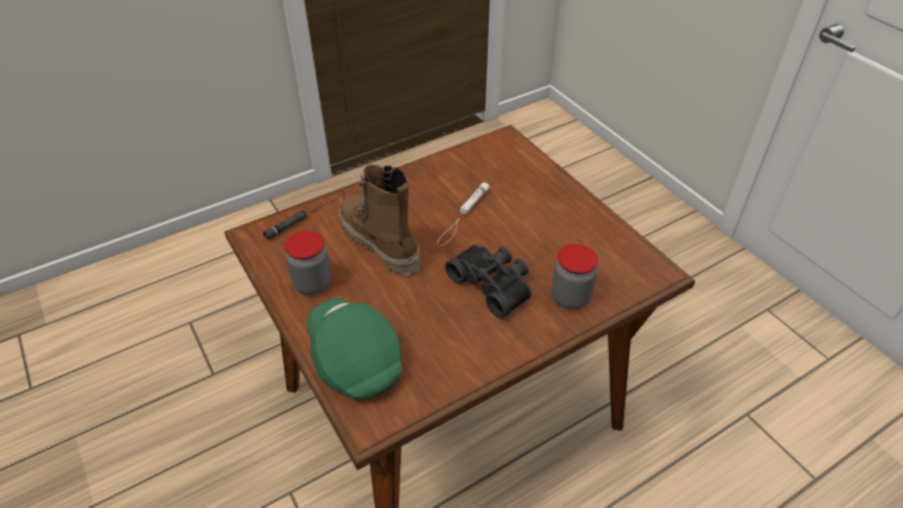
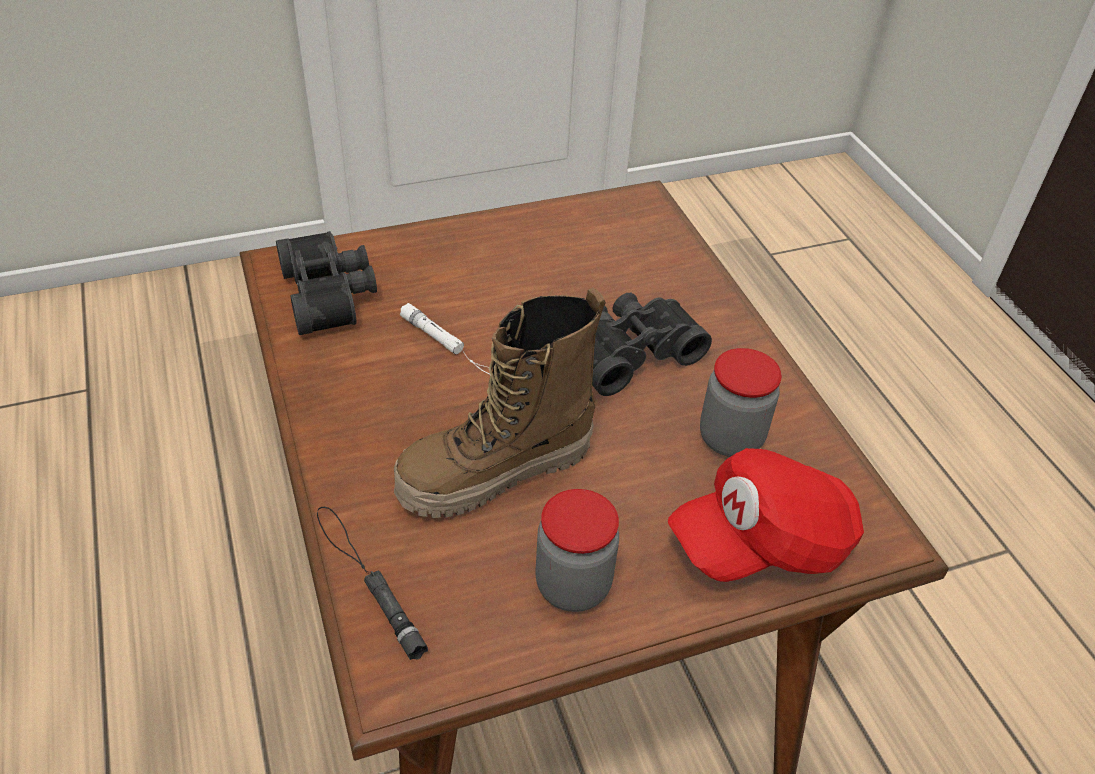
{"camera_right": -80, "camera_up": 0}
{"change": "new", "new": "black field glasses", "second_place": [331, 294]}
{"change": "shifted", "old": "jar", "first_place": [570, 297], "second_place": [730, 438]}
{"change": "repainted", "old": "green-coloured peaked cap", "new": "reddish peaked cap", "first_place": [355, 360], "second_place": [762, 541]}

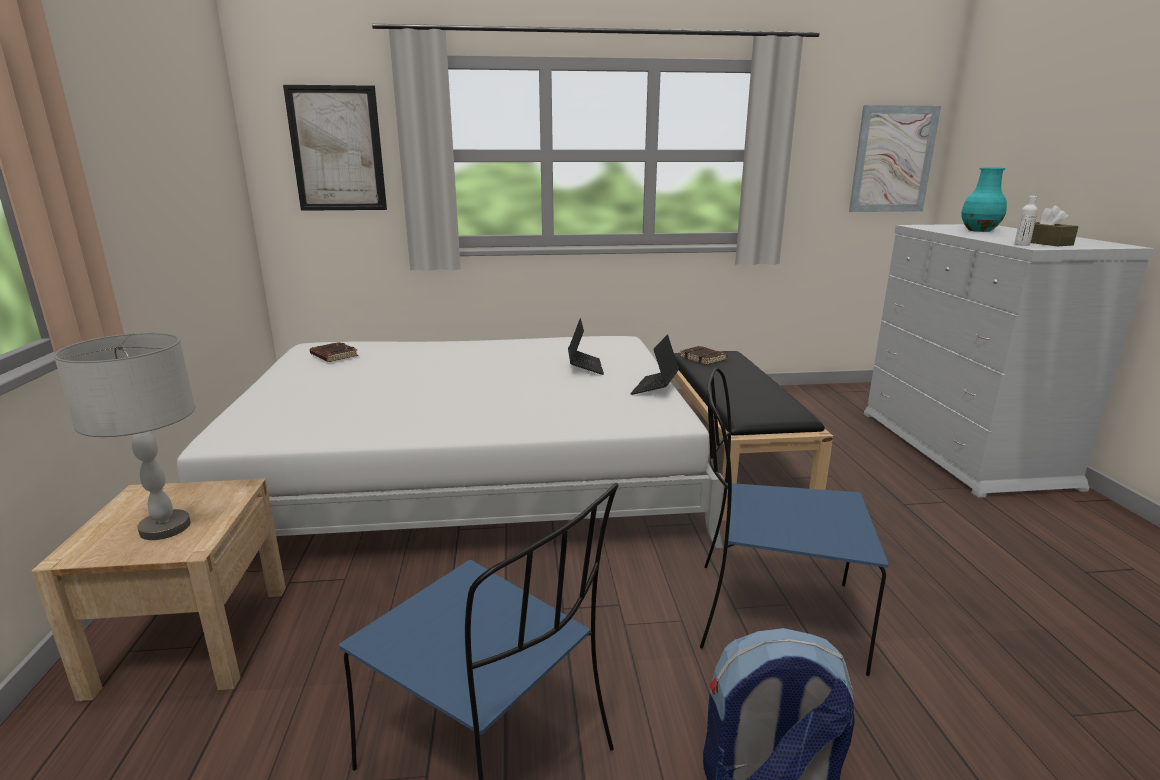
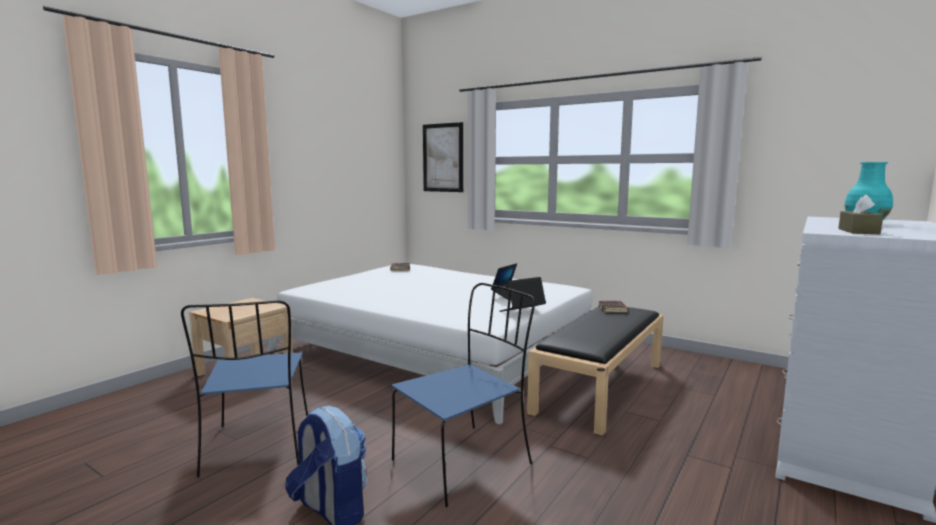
{"camera_right": 40, "camera_up": -10}
{"change": "gone", "old": "greyish lamp for a table", "first_place": [166, 528]}
{"change": "gone", "old": "wall picture", "first_place": [893, 160]}
{"change": "gone", "old": "white beverage bottle", "first_place": [1022, 244]}
{"change": "rotated", "old": "blue-coloured plain chair", "first_place": [771, 615], "second_place": [464, 461], "degrees": 90}

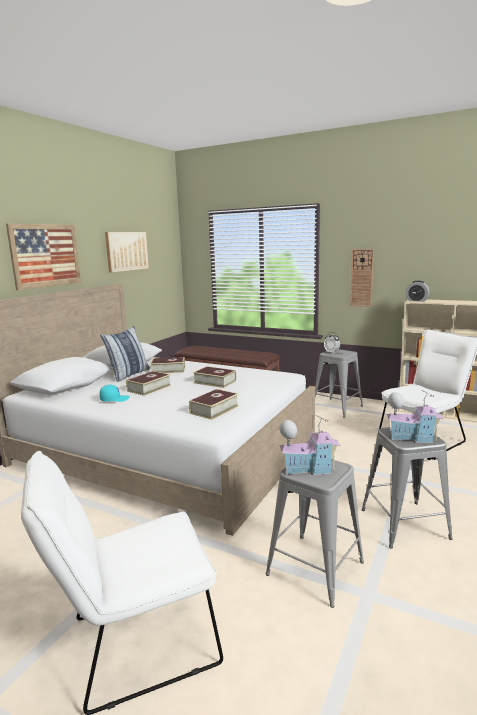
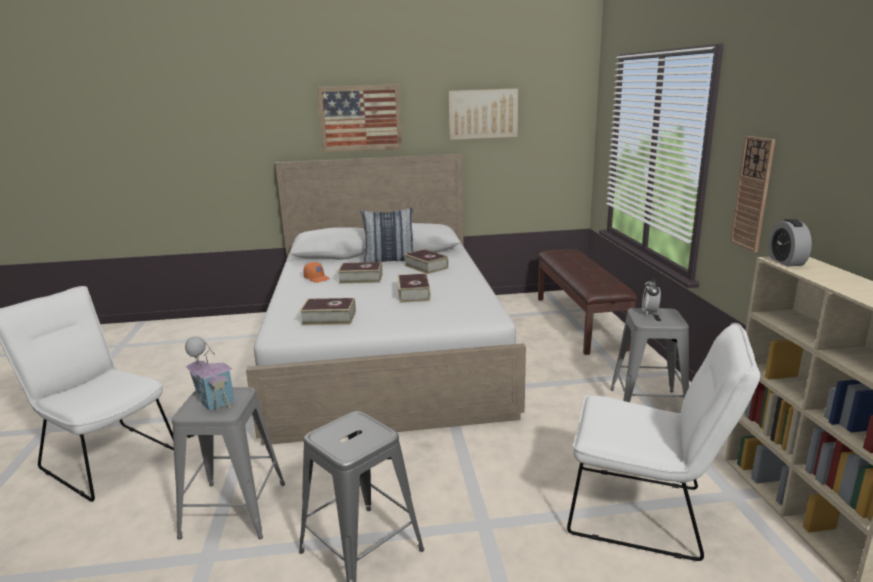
{"camera_right": 55, "camera_up": 5}
{"change": "gone", "old": "toy house", "first_place": [412, 437]}
{"change": "repainted", "old": "turquoise-coloured peaked cap", "new": "orange-coloured peaked cap", "first_place": [114, 399], "second_place": [317, 278]}

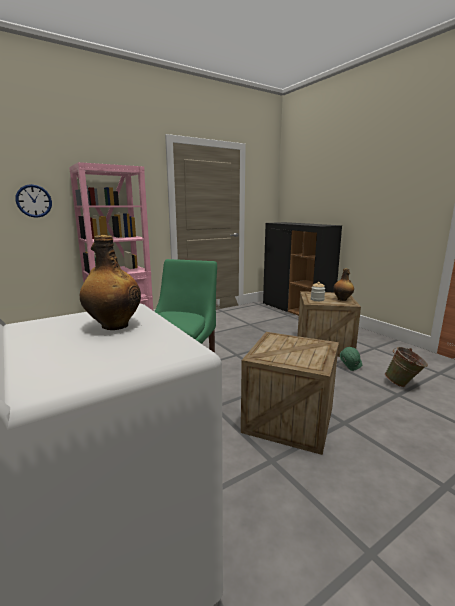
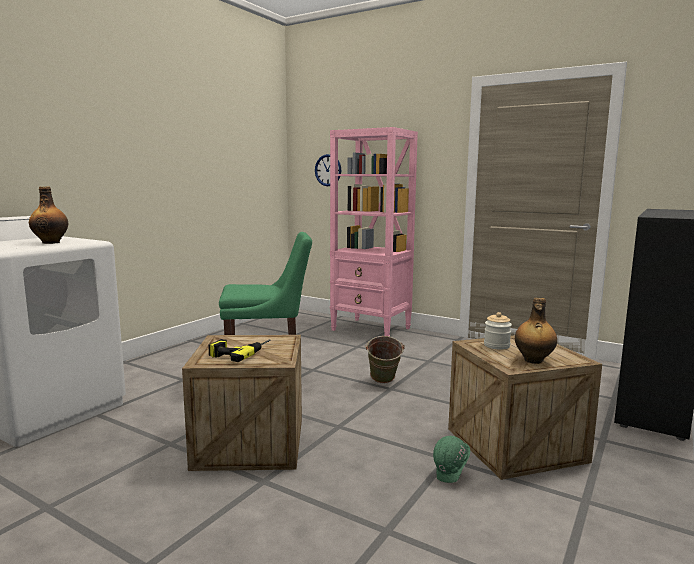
{"camera_right": 65, "camera_up": -5}
{"change": "new", "new": "drill", "second_place": [240, 352]}
{"change": "shifted", "old": "green-coloured water bucket", "first_place": [403, 385], "second_place": [383, 382]}

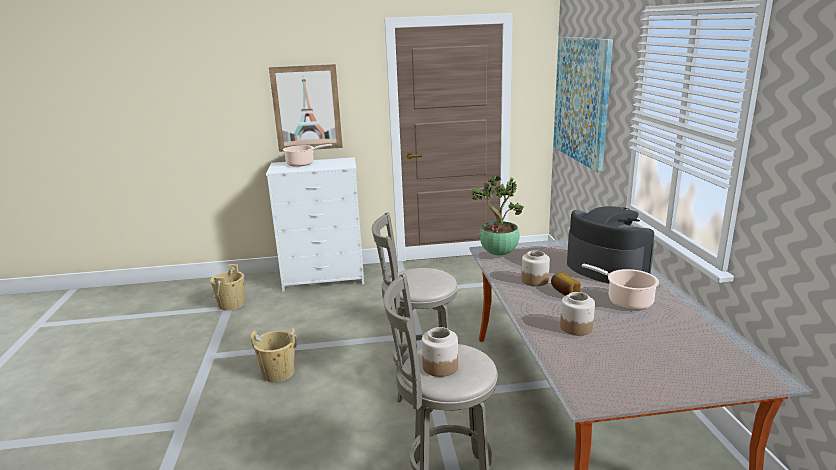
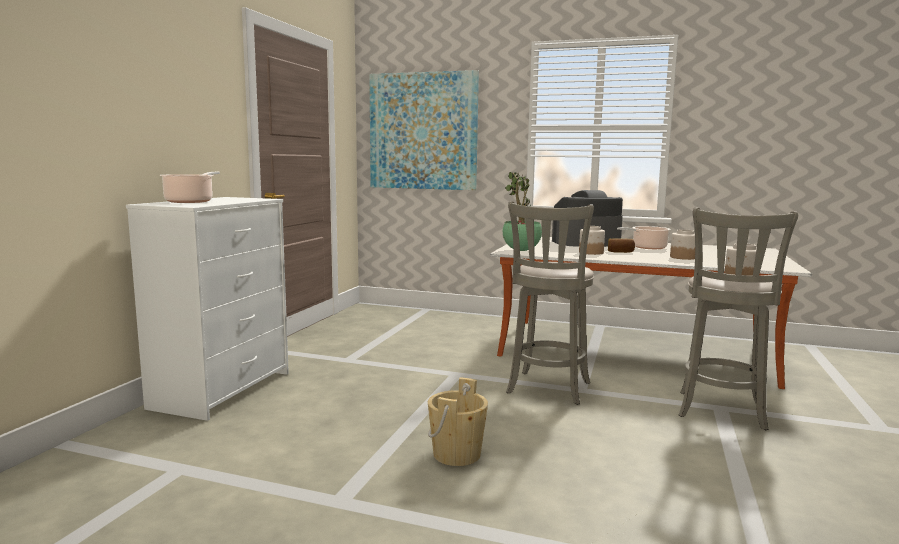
{"camera_right": -65, "camera_up": -10}
{"change": "gone", "old": "beige water bucket", "first_place": [231, 304]}
{"change": "gone", "old": "wall picture", "first_place": [306, 108]}

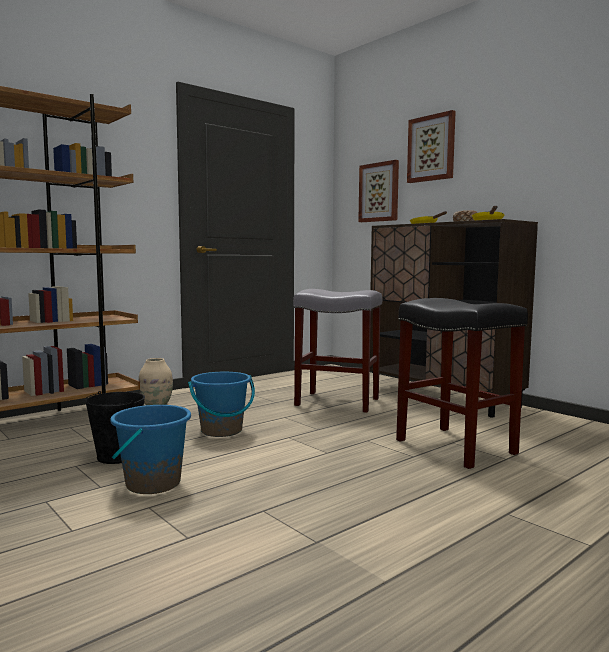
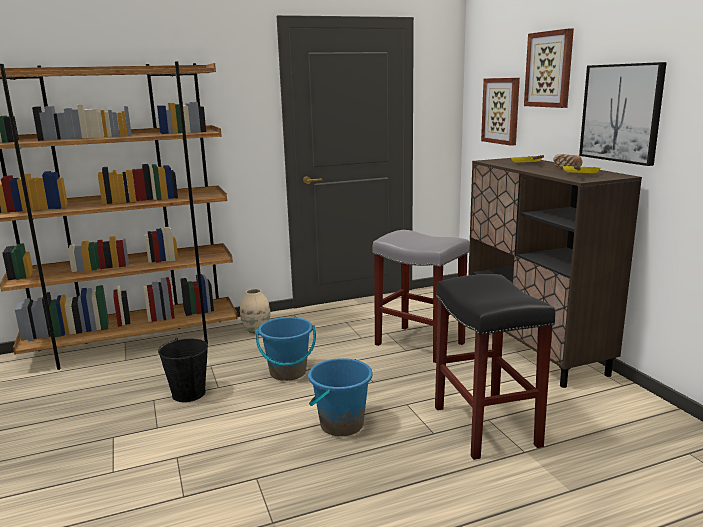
{"camera_right": 20, "camera_up": 10}
{"change": "new", "new": "wall picture", "second_place": [621, 113]}
{"change": "shifted", "old": "blue-coloured water bucket", "first_place": [152, 483], "second_place": [341, 424]}

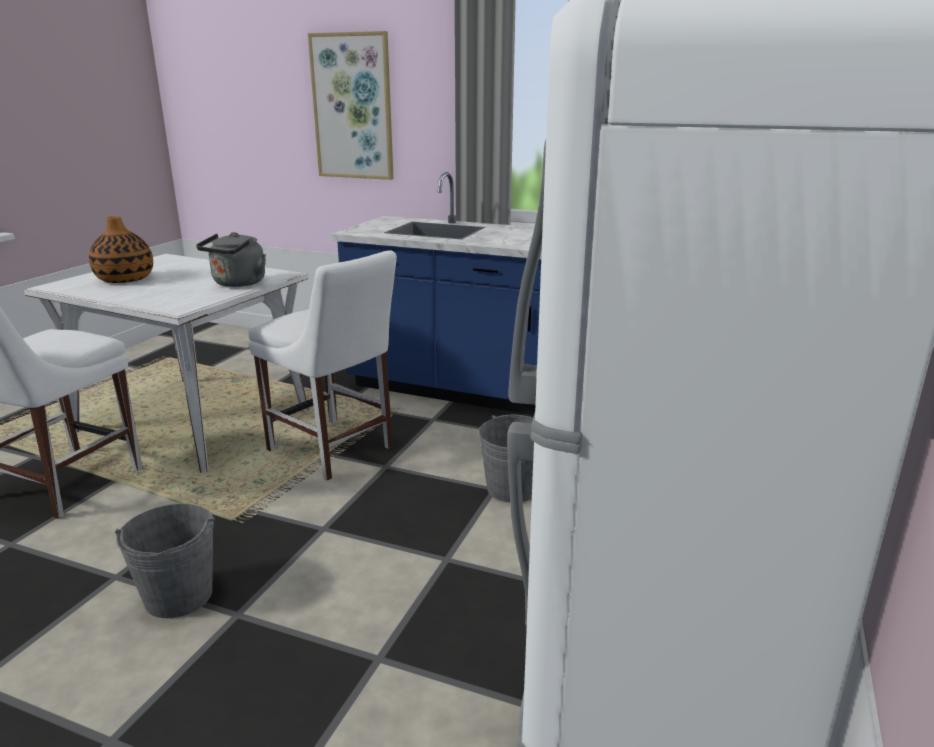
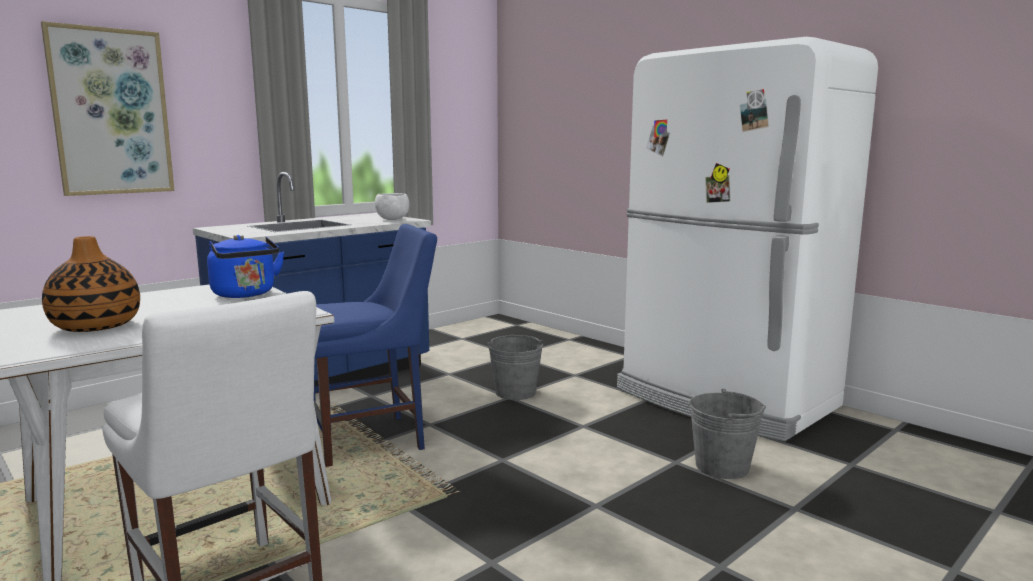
{"camera_right": -65, "camera_up": -10}
{"change": "new", "new": "white serving bowl", "second_place": [392, 219]}
{"change": "shifted", "old": "greyish water bucket", "first_place": [178, 596], "second_place": [722, 466]}
{"change": "repainted", "old": "greyish tea kettle", "new": "blue-coloured tea kettle", "first_place": [237, 283], "second_place": [246, 294]}
{"change": "repainted", "old": "white plain chair", "new": "blue-coloured plain chair", "first_place": [334, 451], "second_place": [373, 439]}

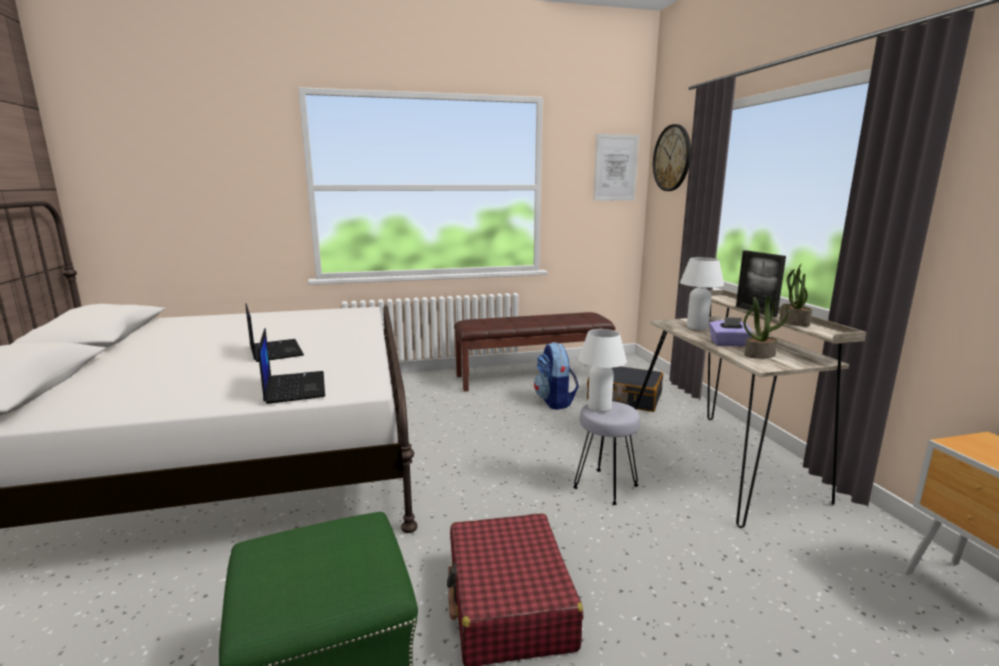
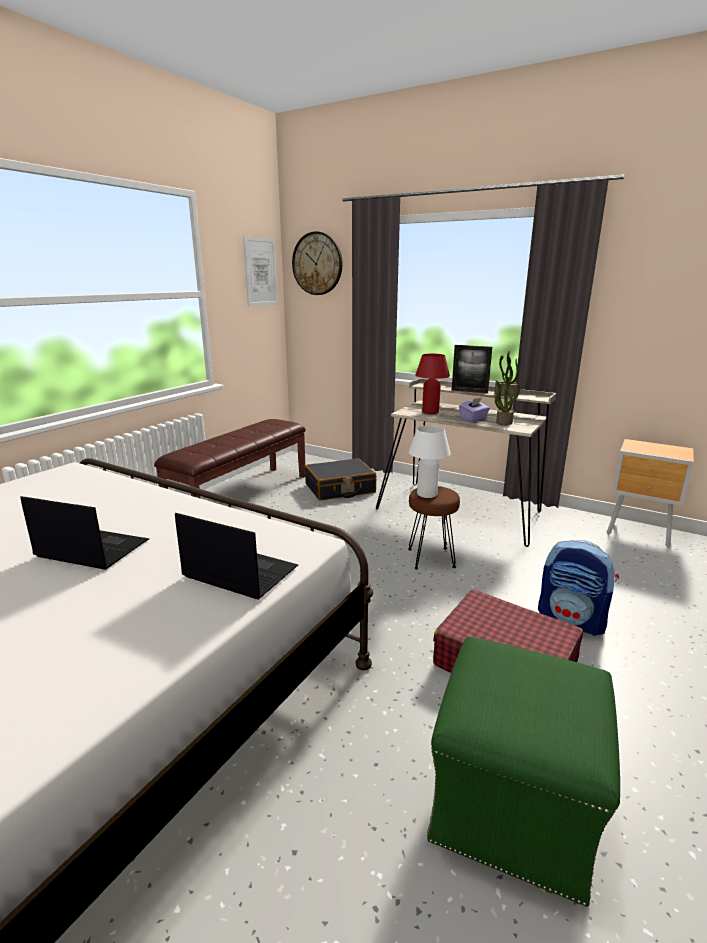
{"camera_right": -45, "camera_up": 5}
{"change": "shifted", "old": "backpack", "first_place": [555, 401], "second_place": [572, 620]}
{"change": "repainted", "old": "greyish sitting stool", "new": "brownish sitting stool", "first_place": [605, 486], "second_place": [430, 558]}
{"change": "repainted", "old": "white lamp for a table", "new": "reddish lamp for a table", "first_place": [697, 327], "second_place": [430, 412]}

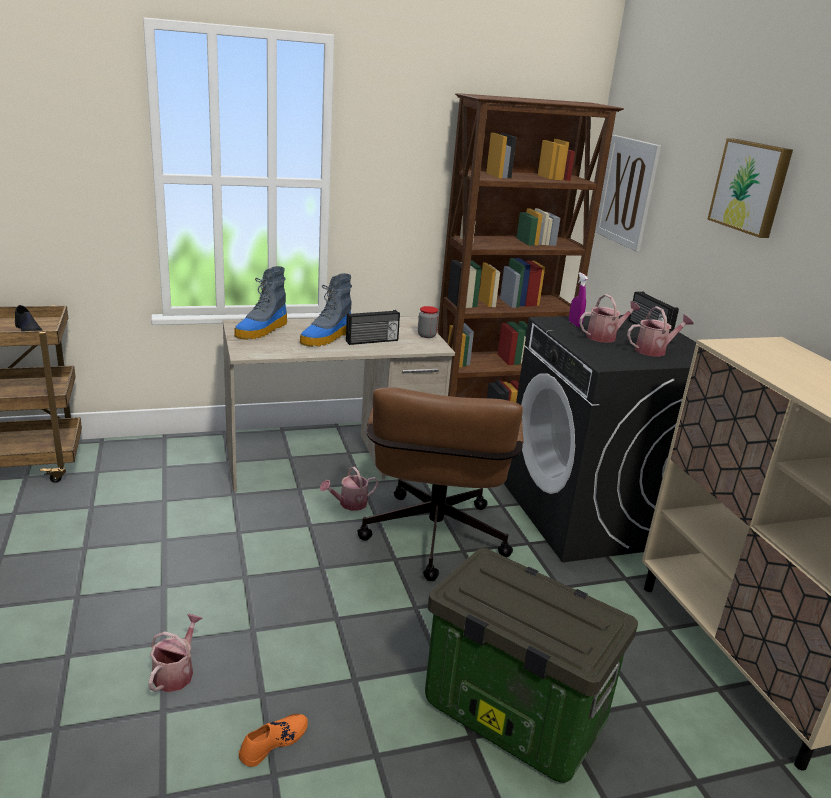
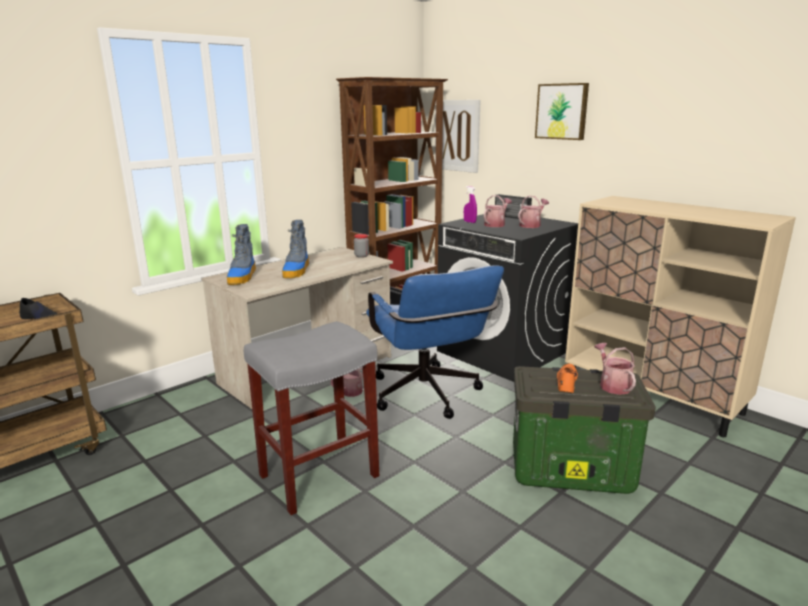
{"camera_right": -25, "camera_up": -5}
{"change": "gone", "old": "radio set", "first_place": [372, 341]}
{"change": "new", "new": "greyish sitting stool", "second_place": [320, 475]}
{"change": "shifted", "old": "watering pot", "first_place": [176, 672], "second_place": [612, 385]}
{"change": "shifted", "old": "orange-coloured item of footwear", "first_place": [273, 742], "second_place": [566, 382]}
{"change": "repainted", "old": "brownish computer chair", "new": "blue-coloured computer chair", "first_place": [433, 543], "second_place": [428, 397]}

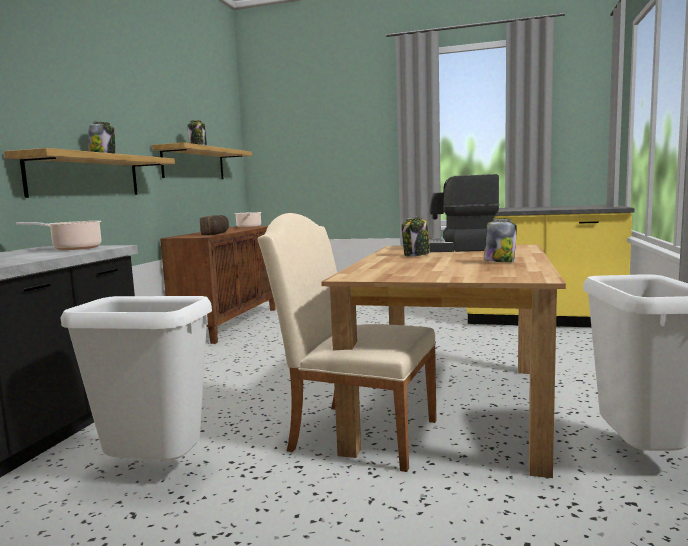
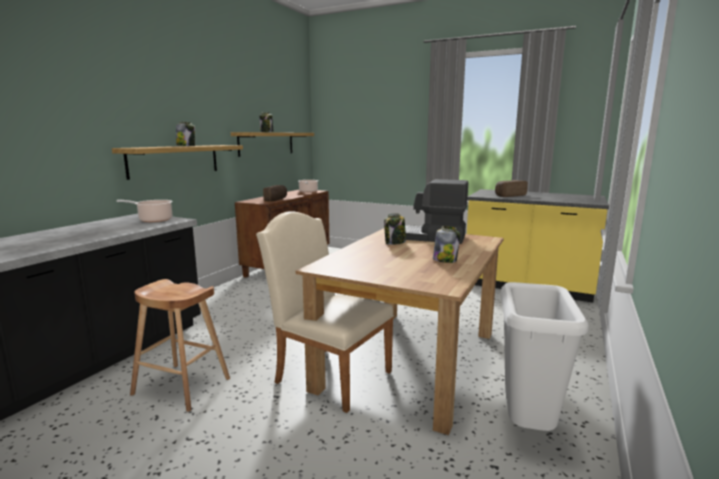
{"camera_right": 10, "camera_up": 5}
{"change": "new", "new": "bread", "second_place": [509, 195]}
{"change": "swapped", "old": "white waste bin", "new": "brownish sitting stool", "first_place": [153, 472], "second_place": [182, 386]}

